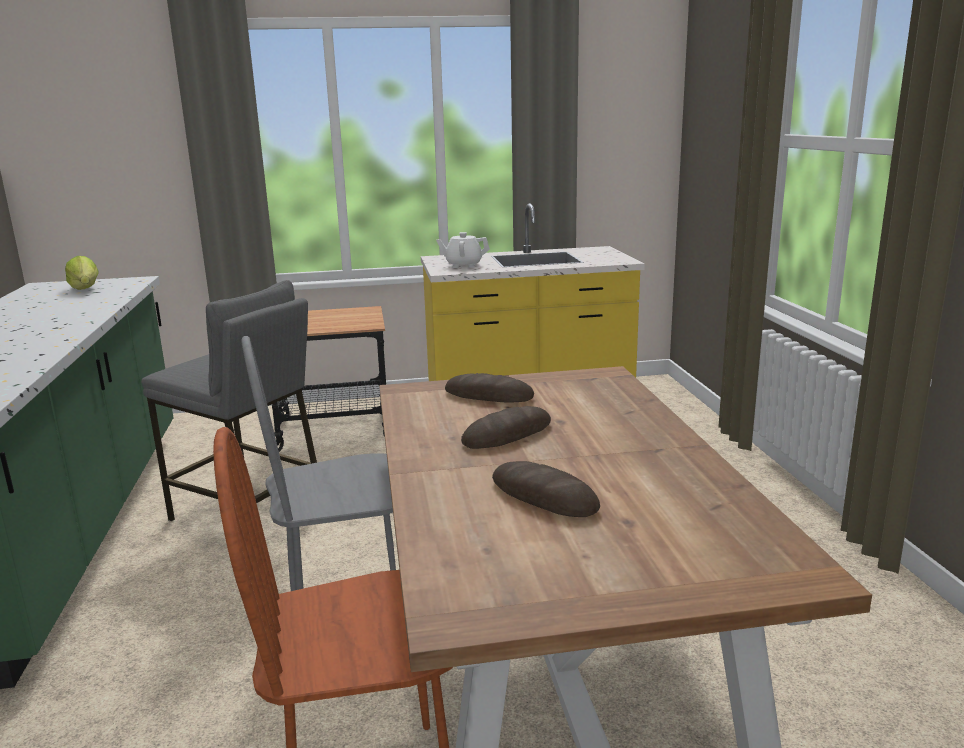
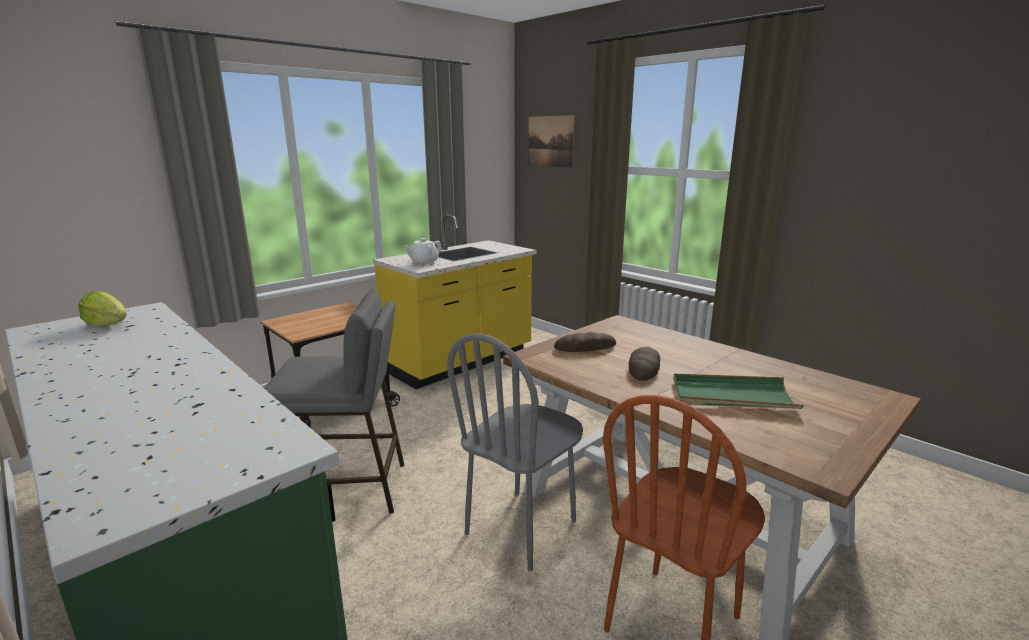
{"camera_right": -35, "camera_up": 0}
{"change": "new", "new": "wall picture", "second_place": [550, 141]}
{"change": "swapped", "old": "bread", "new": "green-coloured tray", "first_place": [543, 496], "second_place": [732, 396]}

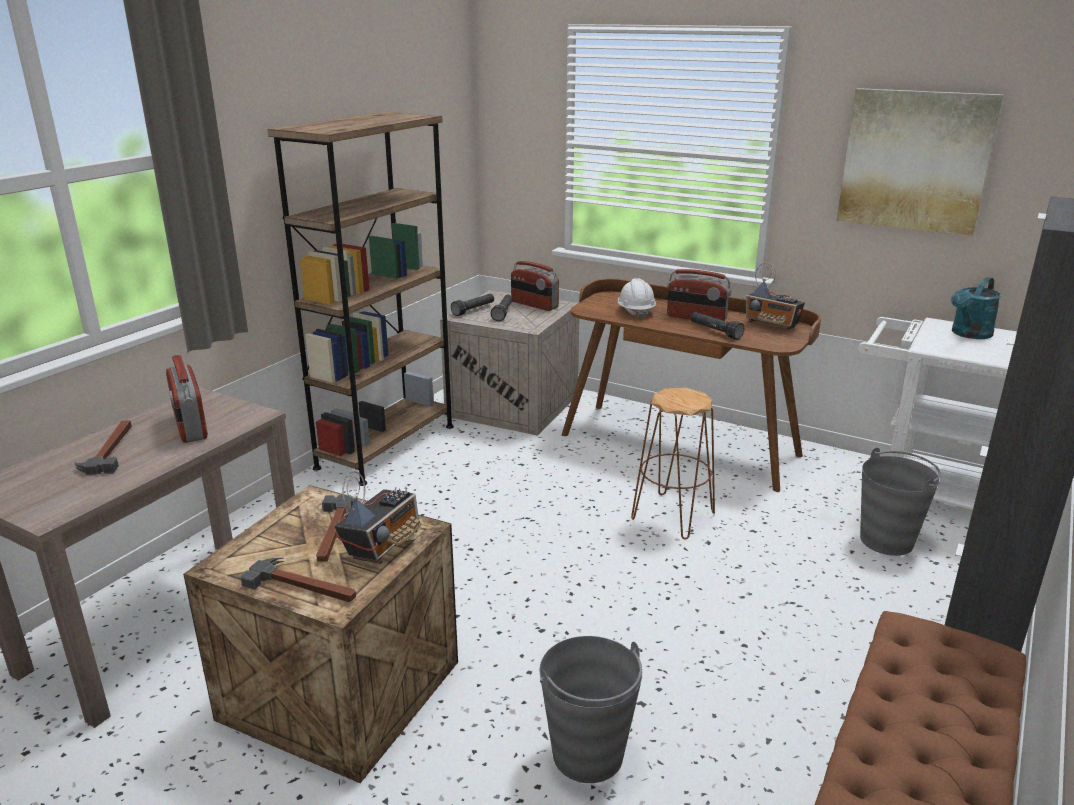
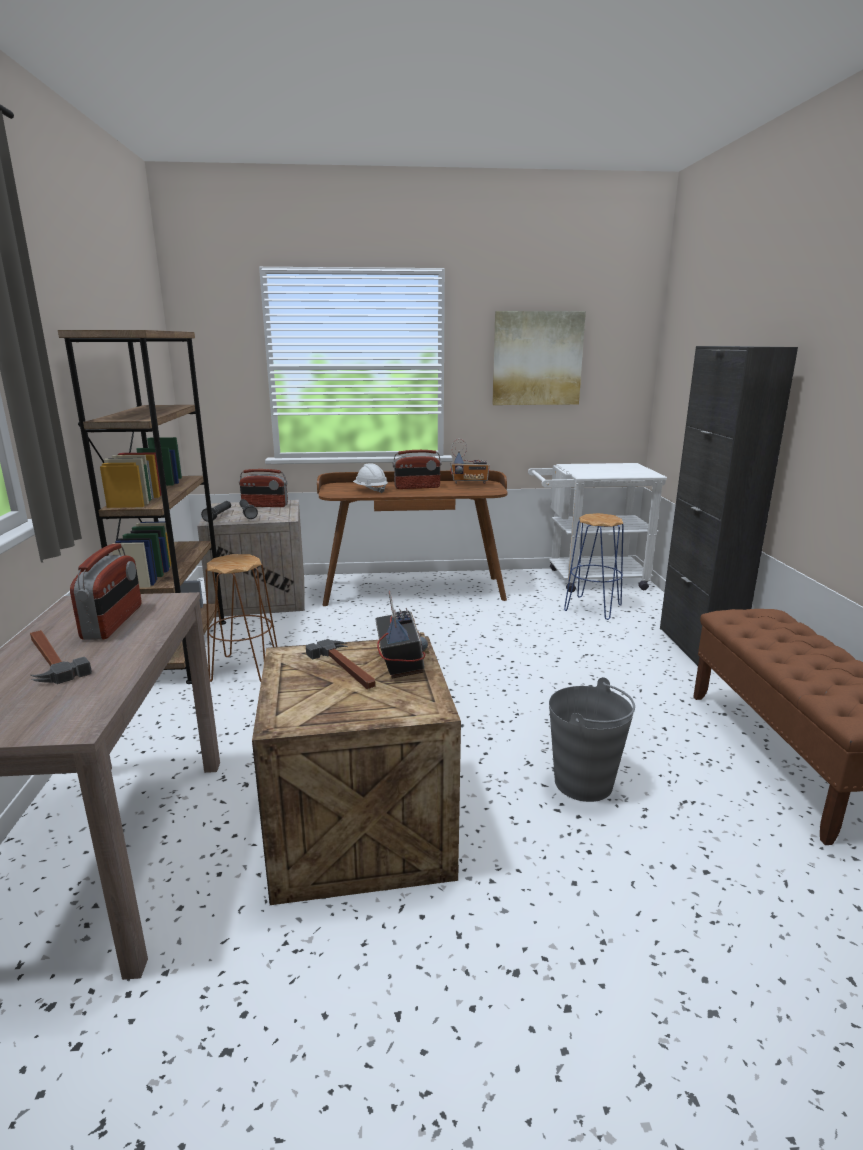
{"camera_right": -35, "camera_up": -5}
{"change": "gone", "old": "hammer", "first_place": [303, 586]}
{"change": "gone", "old": "black hand torch", "first_place": [715, 332]}
{"change": "gone", "old": "turquoise-coloured watering pot", "first_place": [969, 334]}
{"change": "shifted", "old": "brownish sitting stool", "first_place": [672, 515], "second_place": [244, 669]}
{"change": "swapped", "old": "greyish water bucket", "new": "blue-coloured sitting stool", "first_place": [887, 541], "second_place": [593, 608]}
{"change": "rotated", "old": "radio set", "first_place": [189, 426], "second_place": [113, 622], "degrees": -120}

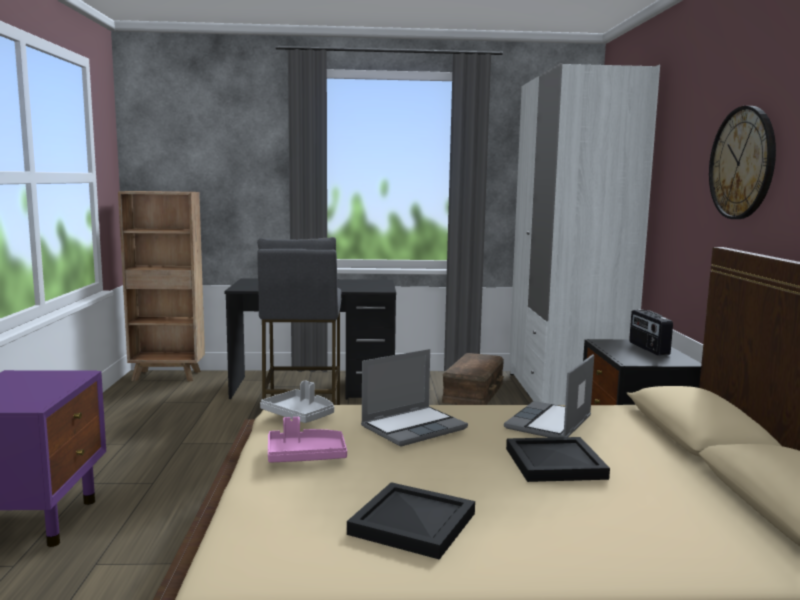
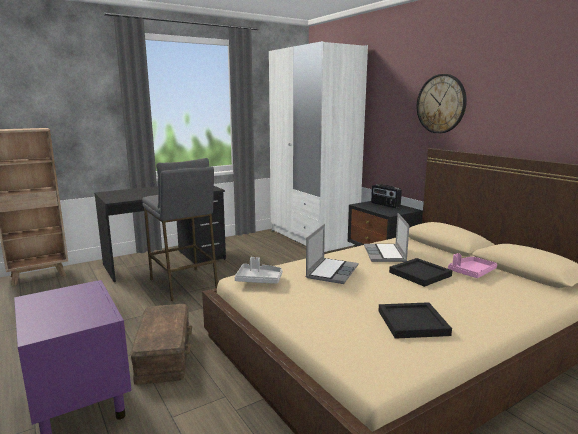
{"camera_right": -30, "camera_up": 5}
{"change": "shifted", "old": "pinkish tray", "first_place": [305, 456], "second_place": [471, 272]}
{"change": "shifted", "old": "brownish storage box", "first_place": [472, 392], "second_place": [163, 354]}

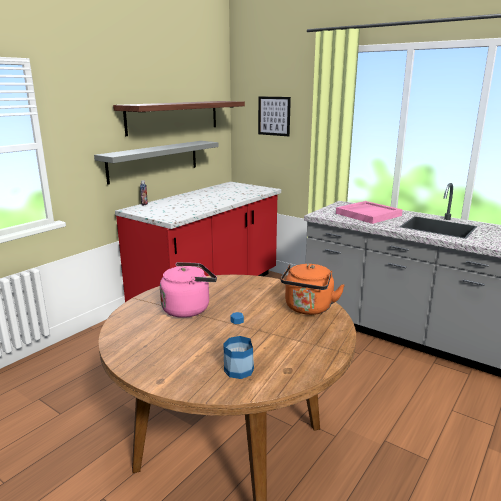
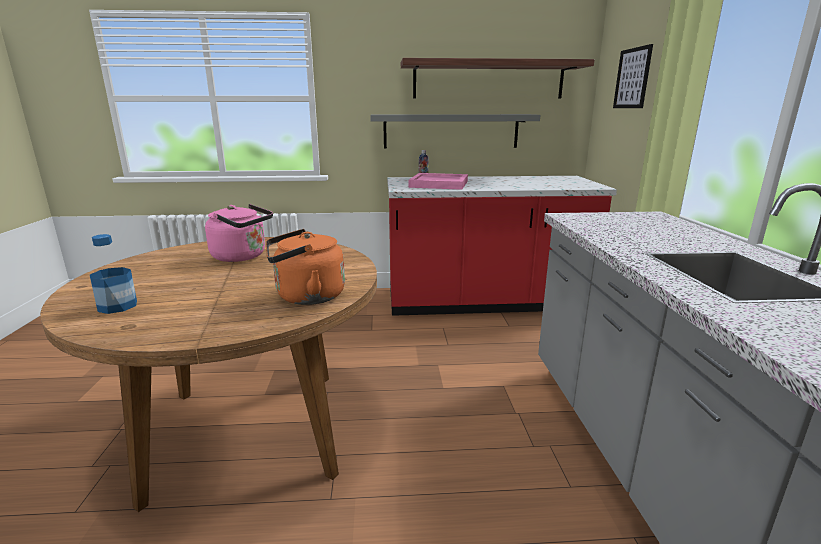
{"camera_right": 50, "camera_up": 0}
{"change": "shifted", "old": "pinkish tray", "first_place": [368, 214], "second_place": [439, 184]}

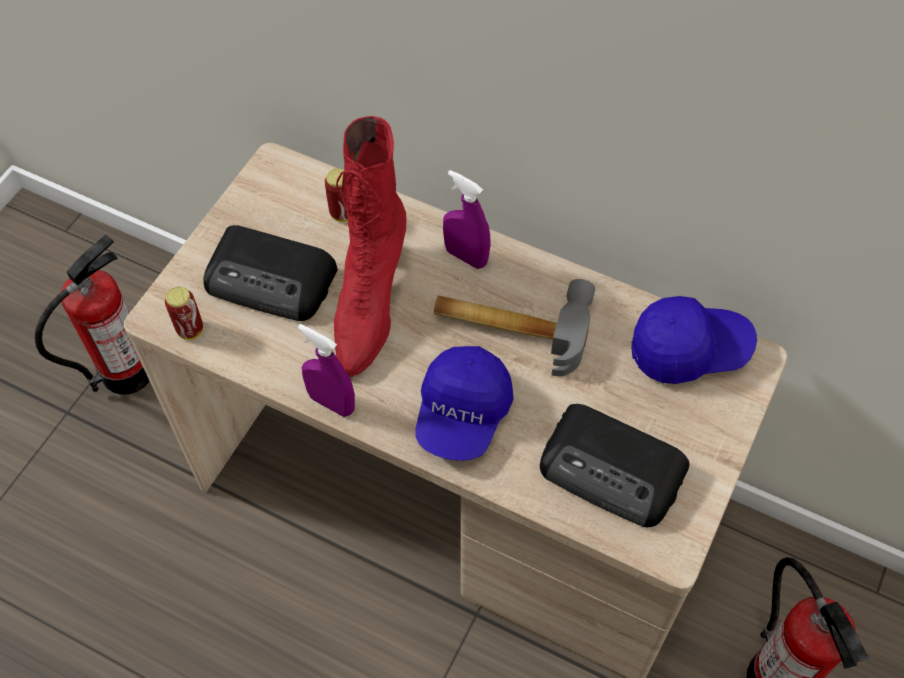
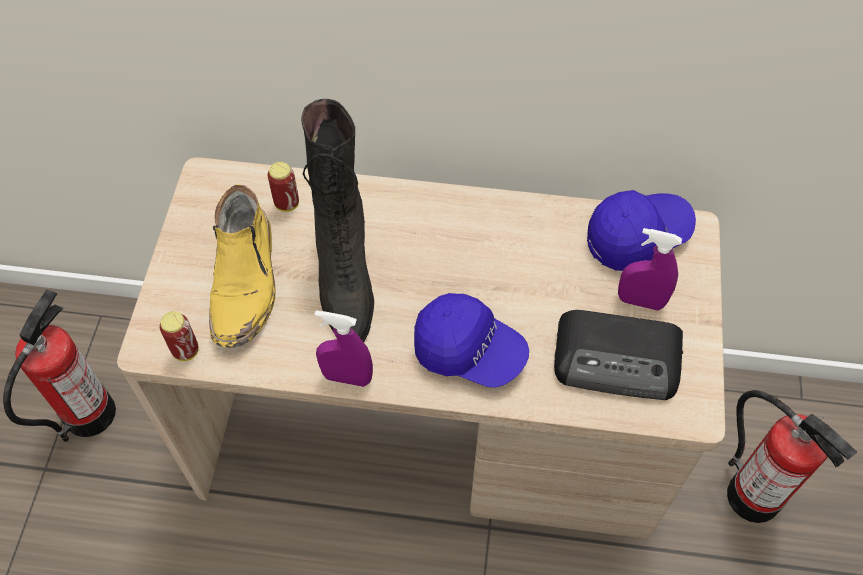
{"camera_right": -20, "camera_up": 0}
{"change": "gone", "old": "hammer", "first_place": [512, 322]}
{"change": "shifted", "old": "purple-coloured spray bottle", "first_place": [466, 257], "second_place": [640, 301]}
{"change": "swapped", "old": "radio set", "new": "yellowish tall boot", "first_place": [272, 280], "second_place": [246, 282]}
{"change": "repainted", "old": "reddish tall boot", "new": "black tall boot", "first_place": [369, 304], "second_place": [344, 278]}
{"change": "rotated", "old": "blue-coloured peaked cap", "first_place": [462, 414], "second_place": [469, 351], "degrees": -60}

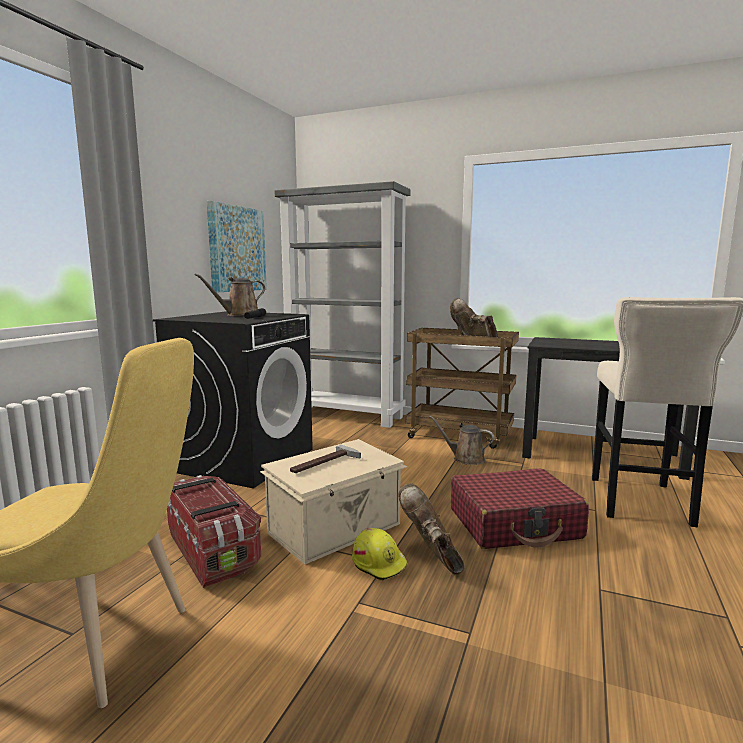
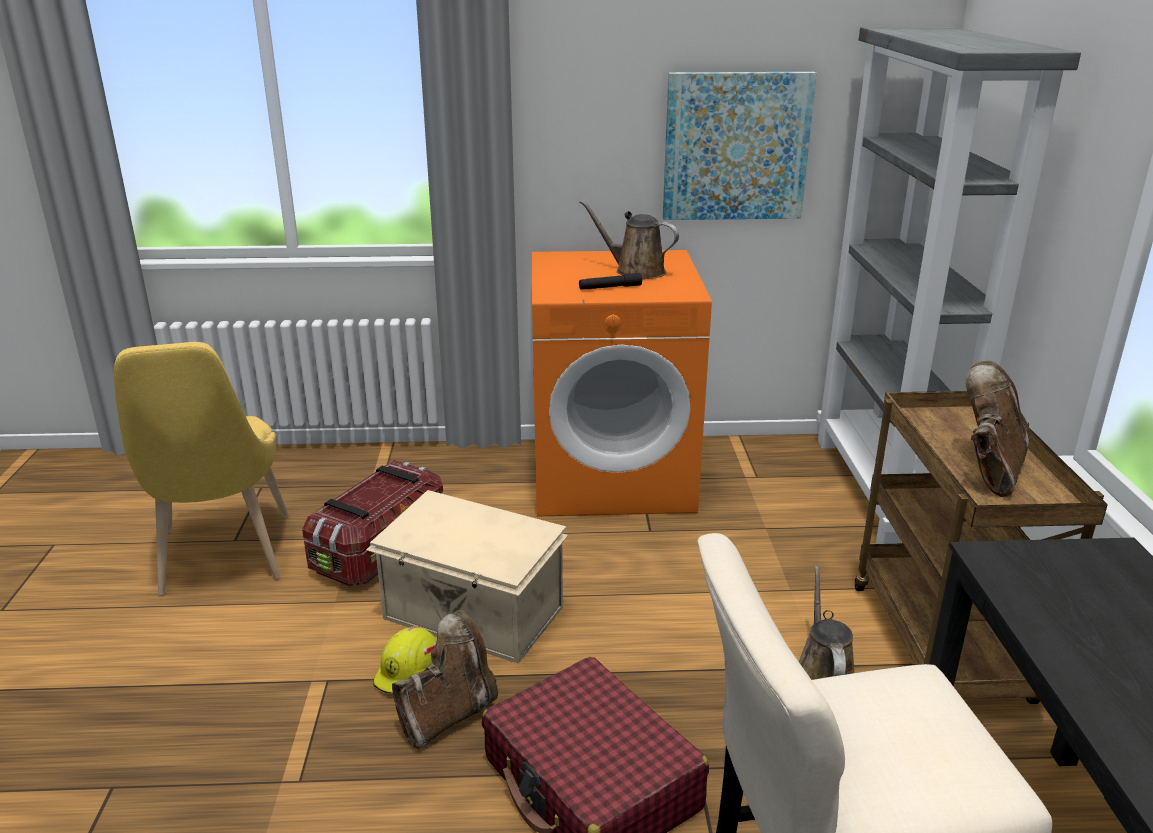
{"camera_right": 65, "camera_up": 15}
{"change": "gone", "old": "hammer", "first_place": [325, 463]}
{"change": "repainted", "old": "black laundry appliance", "new": "orange-coloured laundry appliance", "first_place": [244, 459], "second_place": [613, 476]}

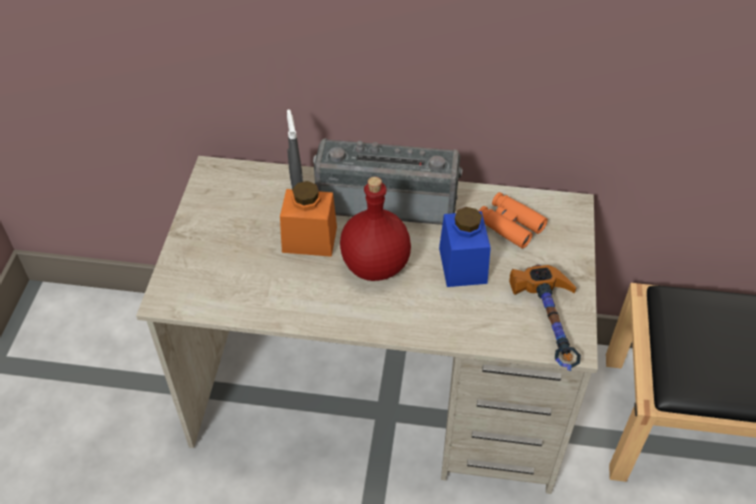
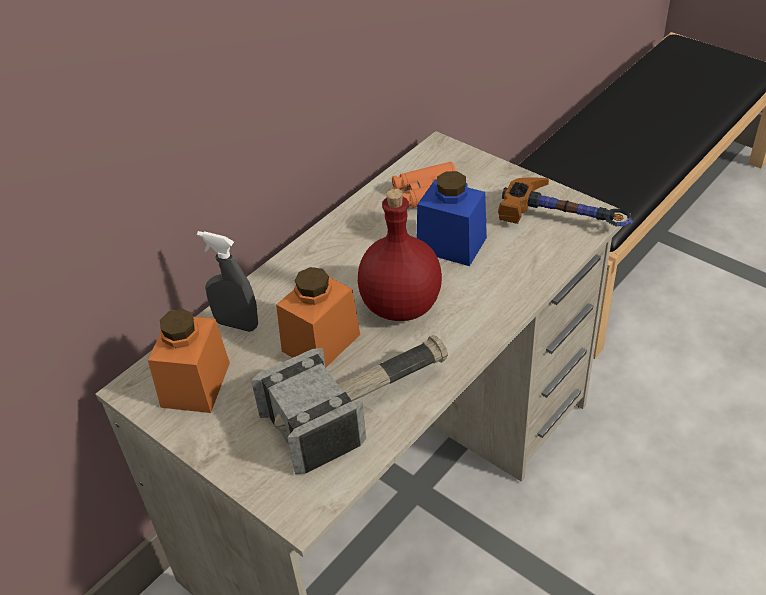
{"camera_right": -55, "camera_up": -5}
{"change": "gone", "old": "radio set", "first_place": [388, 200]}
{"change": "new", "new": "orange-coloured jar", "second_place": [195, 384]}
{"change": "new", "new": "hammer", "second_place": [362, 405]}

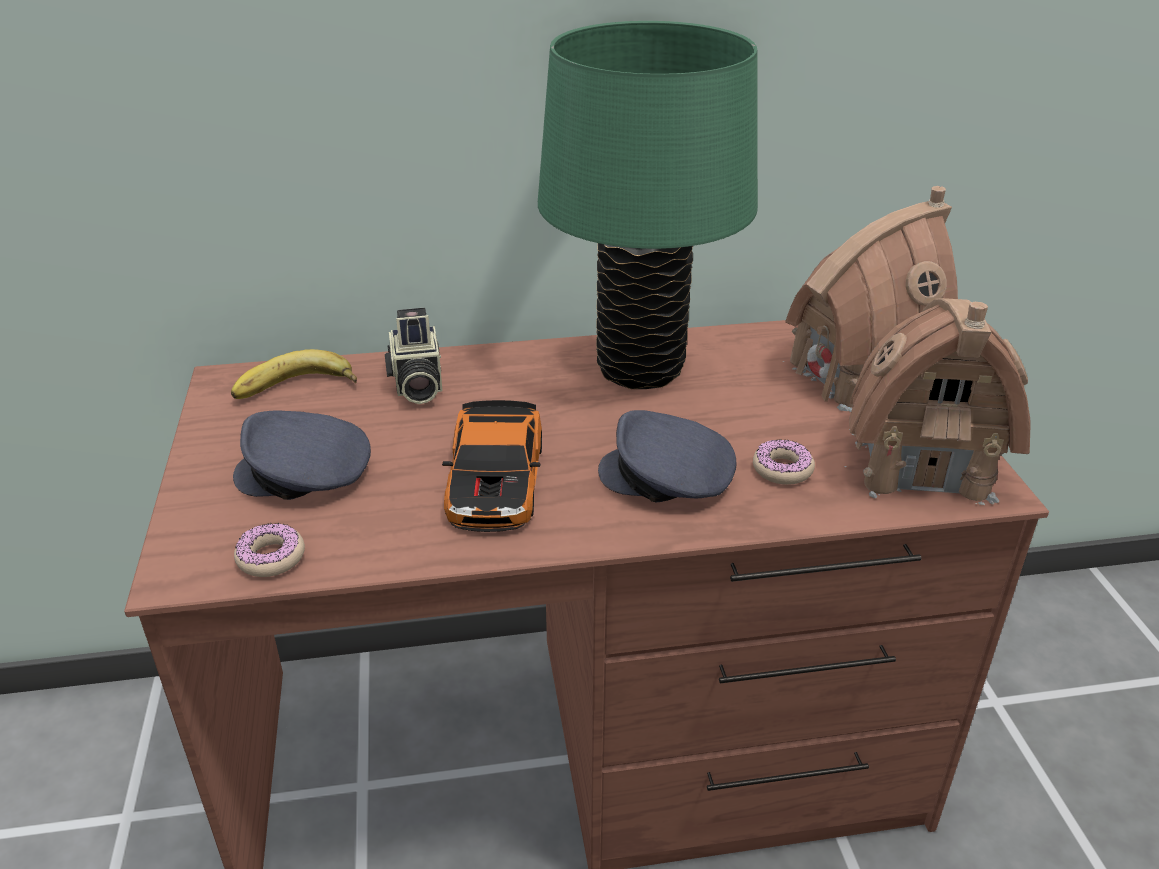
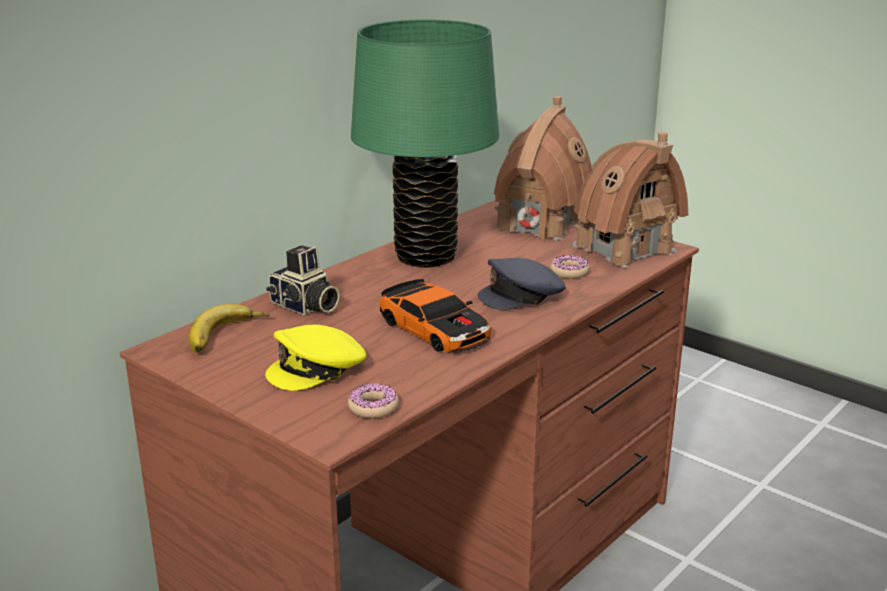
{"camera_right": -40, "camera_up": -10}
{"change": "repainted", "old": "greyish peaked cap", "new": "yellowish peaked cap", "first_place": [305, 475], "second_place": [318, 369]}

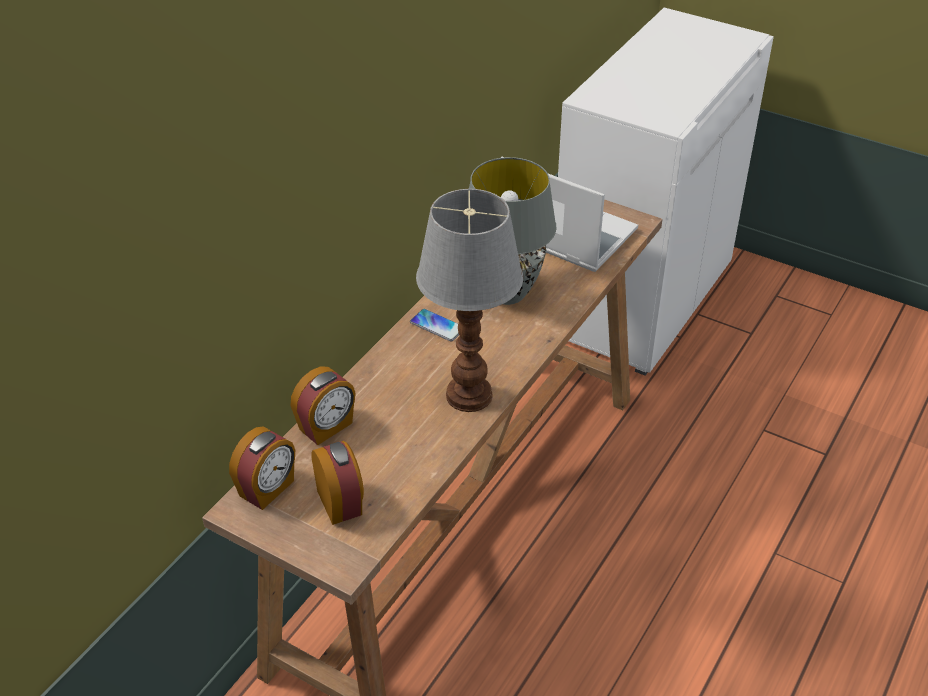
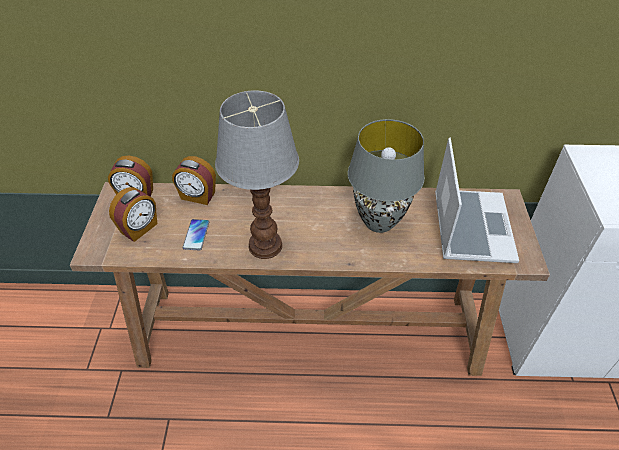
{"camera_right": 60, "camera_up": 5}
{"change": "shifted", "old": "handset", "first_place": [437, 326], "second_place": [196, 235]}

